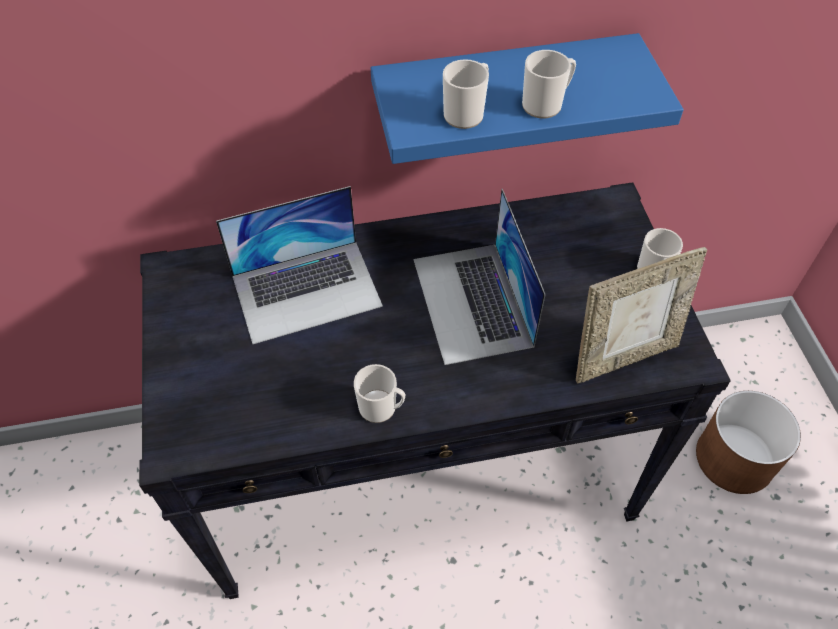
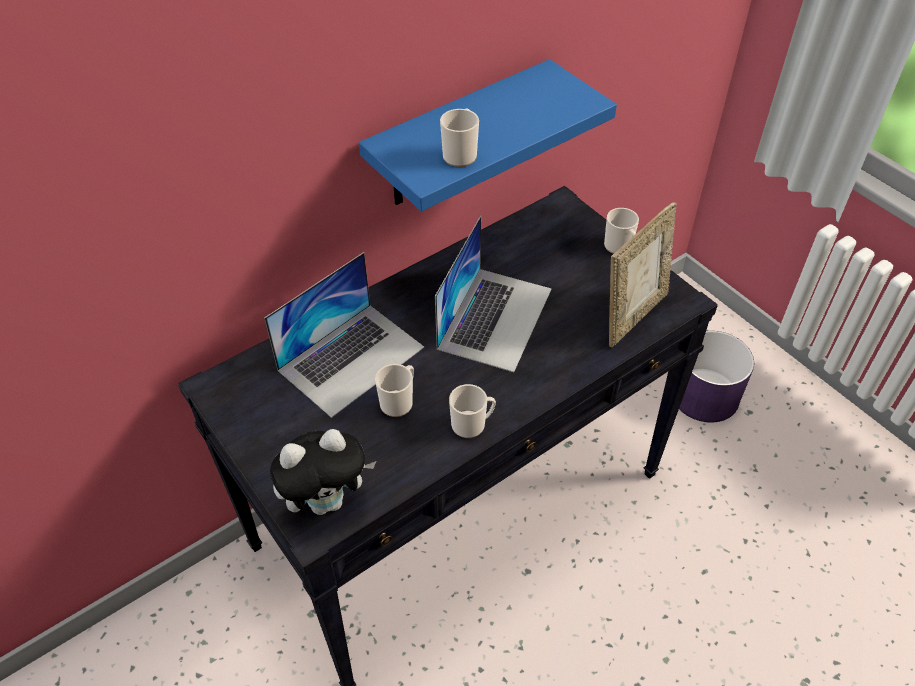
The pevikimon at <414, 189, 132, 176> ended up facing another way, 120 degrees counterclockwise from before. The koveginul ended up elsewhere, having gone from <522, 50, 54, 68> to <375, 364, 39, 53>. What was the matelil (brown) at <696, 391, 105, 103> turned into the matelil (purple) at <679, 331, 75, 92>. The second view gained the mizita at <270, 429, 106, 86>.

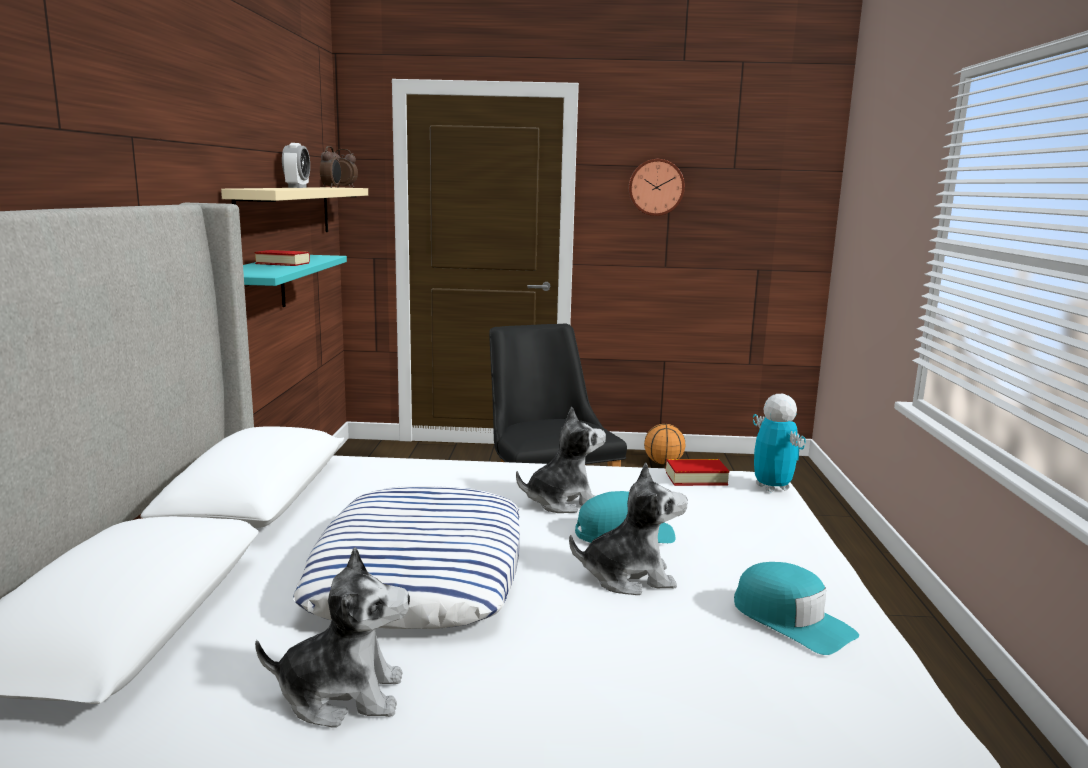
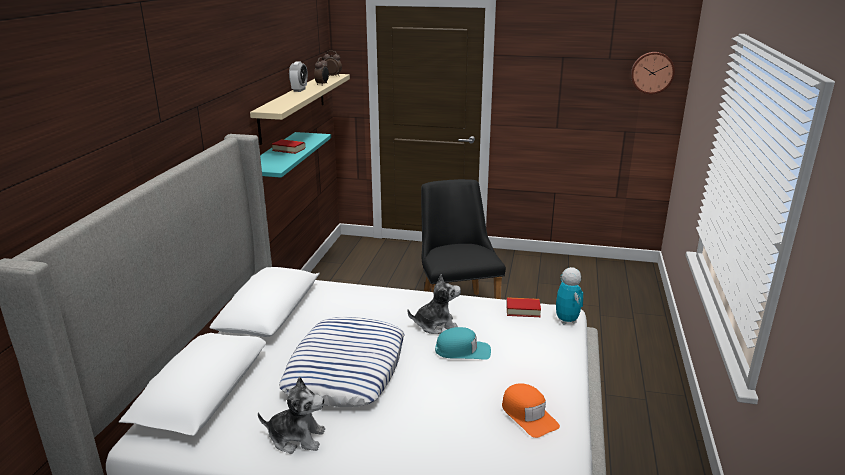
The second view lost the mizita at <569, 463, 119, 132>. The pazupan ended up elsewhere, having gone from <629, 159, 56, 57> to <631, 52, 44, 42>. The second view lost the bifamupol at <644, 424, 41, 41>. What was the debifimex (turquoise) at <734, 562, 125, 93> turned into the debifimex (orange) at <502, 383, 58, 55>.

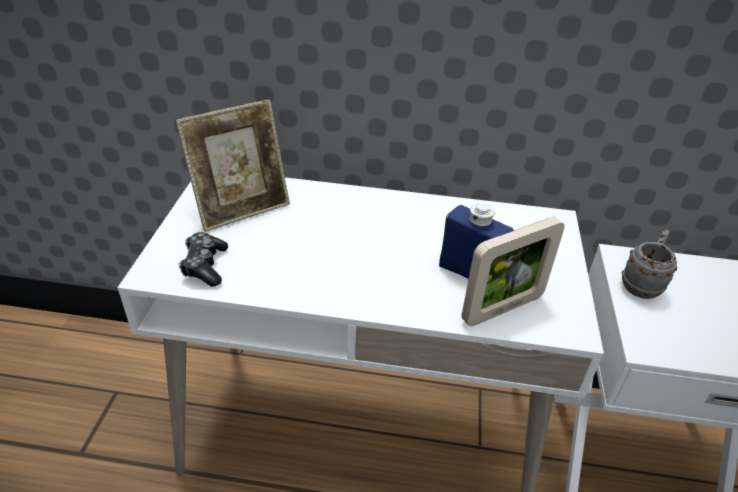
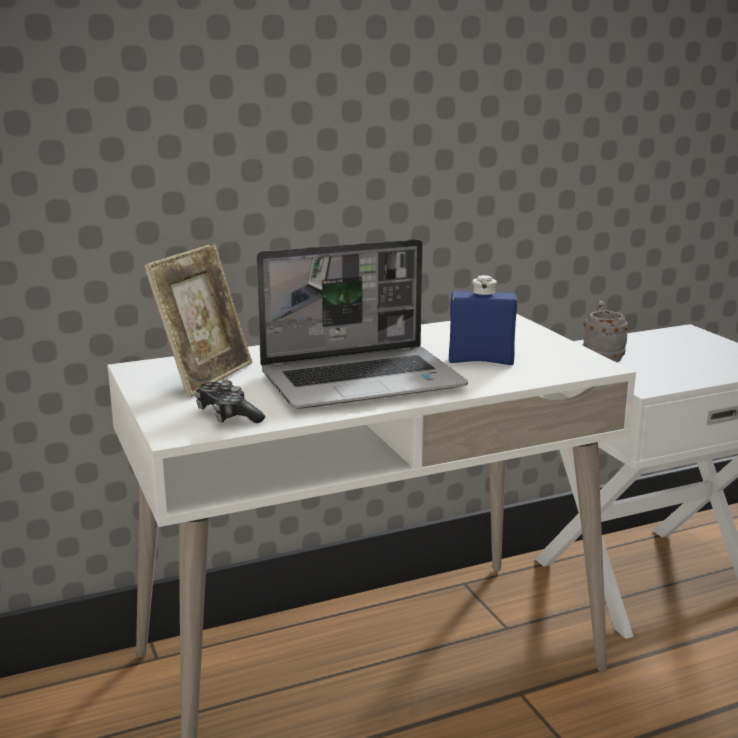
The second view lost the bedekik at <462, 217, 103, 109>. The second view gained the pevikimon at <256, 239, 212, 170>.

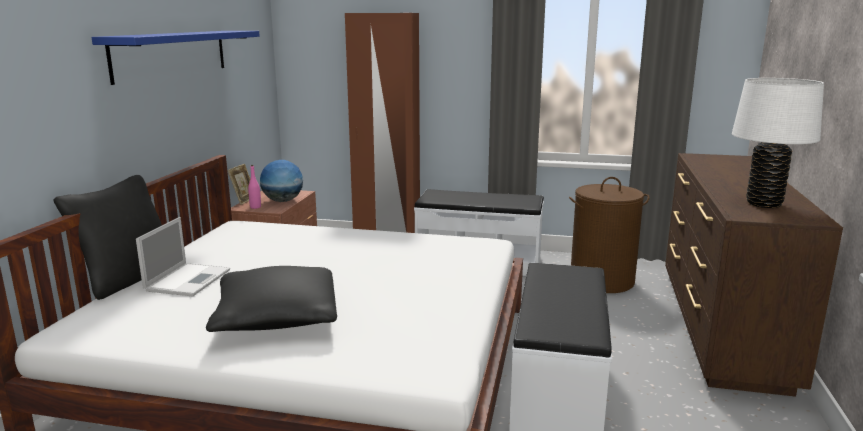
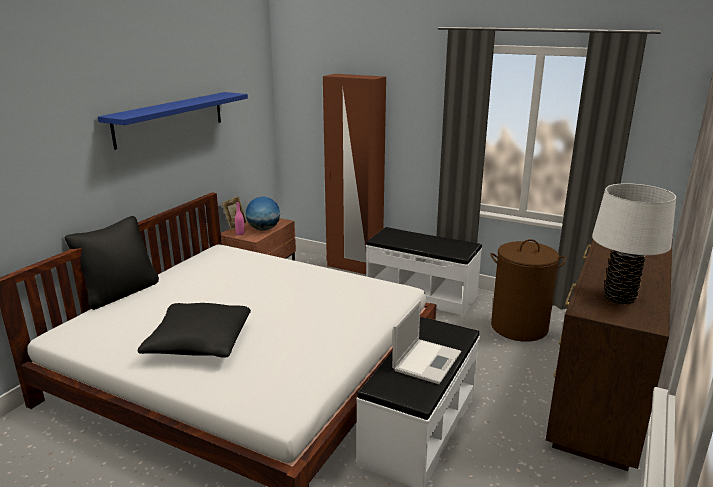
The pevikimon ended up elsewhere, having gone from <136, 217, 94, 79> to <392, 300, 69, 84>.

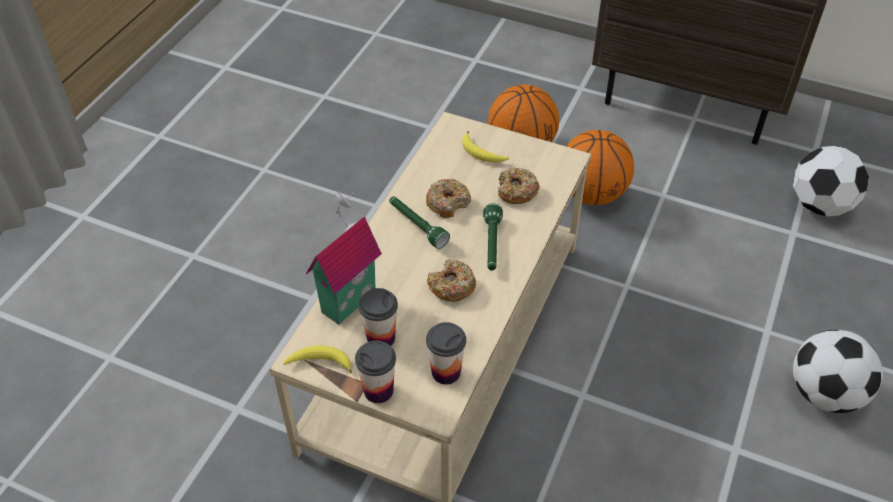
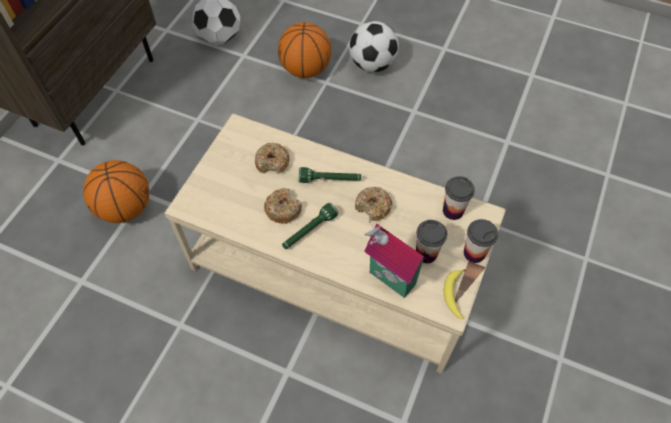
The second view lost the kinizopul at <462, 131, 47, 31>. The bifamupol ended up elsewhere, having gone from <566, 130, 68, 75> to <278, 22, 53, 56>.

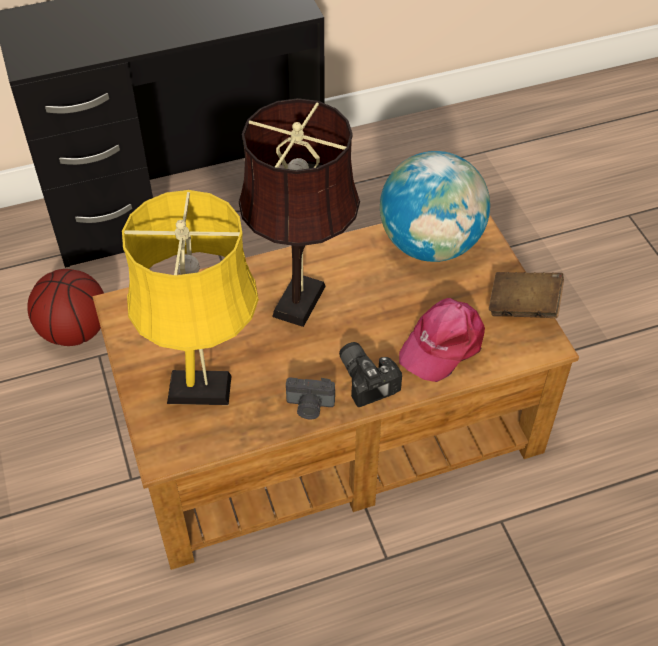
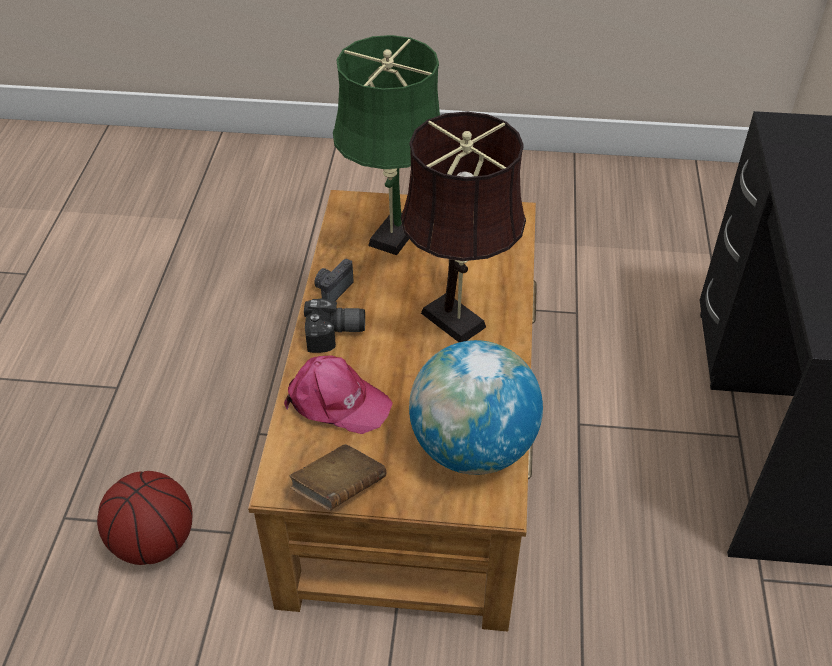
The bifamupol ended up elsewhere, having gone from <27, 269, 77, 77> to <97, 471, 96, 94>. What was the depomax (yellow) at <122, 190, 137, 215> turned into the depomax (green) at <333, 35, 107, 220>. The debifimex (pink) at <399, 298, 86, 84> ended up facing another way, 135 degrees clockwise from before.

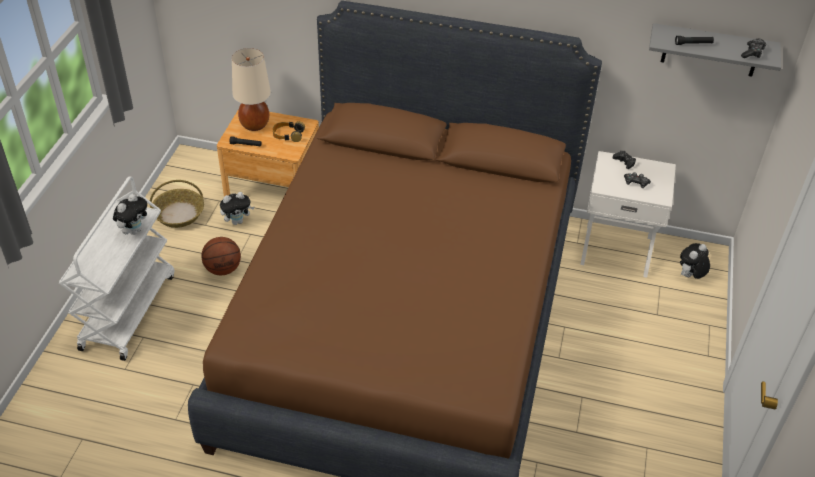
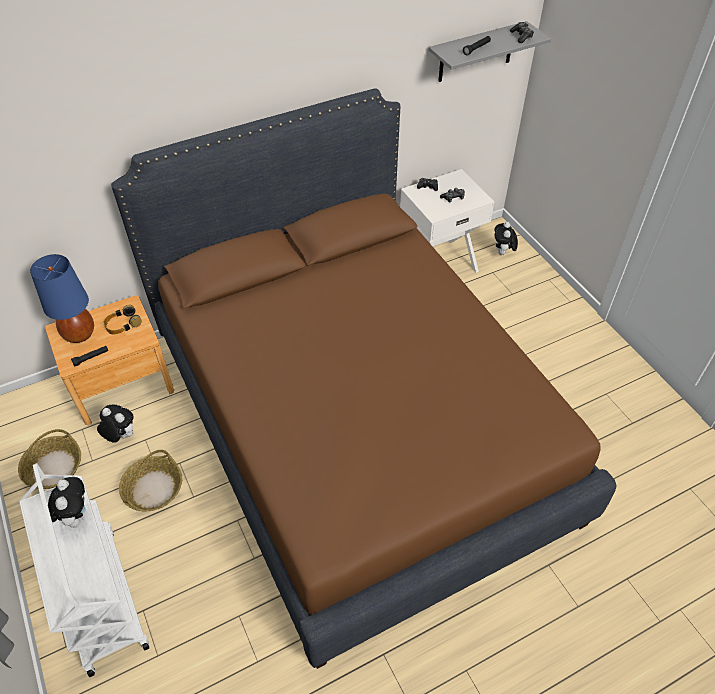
Where the bifamupol stood at <201, 237, 40, 38>, the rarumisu came to stand at <119, 450, 63, 61>. The mizita at <220, 192, 35, 33> ended up facing another way, 90 degrees counterclockwise from before. What was the depomax (beige) at <232, 48, 39, 83> turned into the depomax (blue) at <30, 254, 64, 89>.

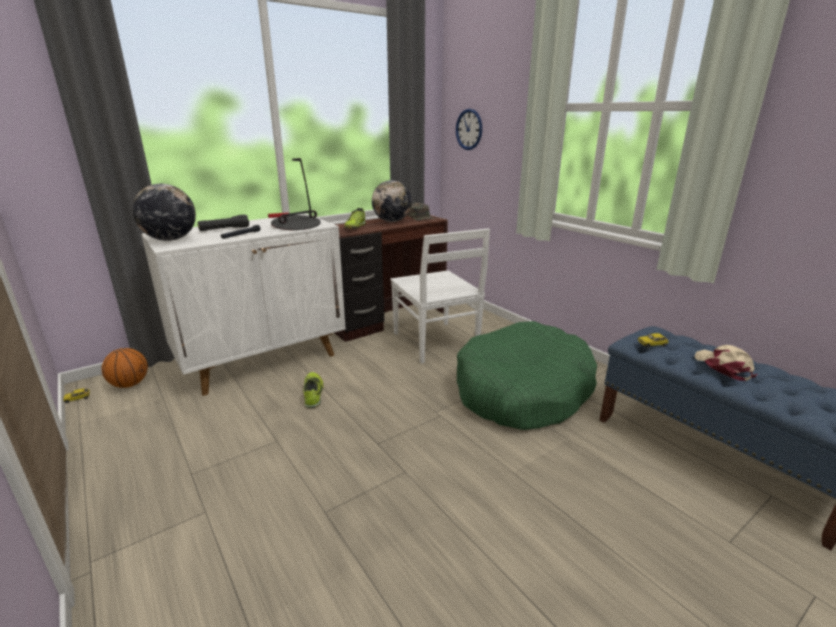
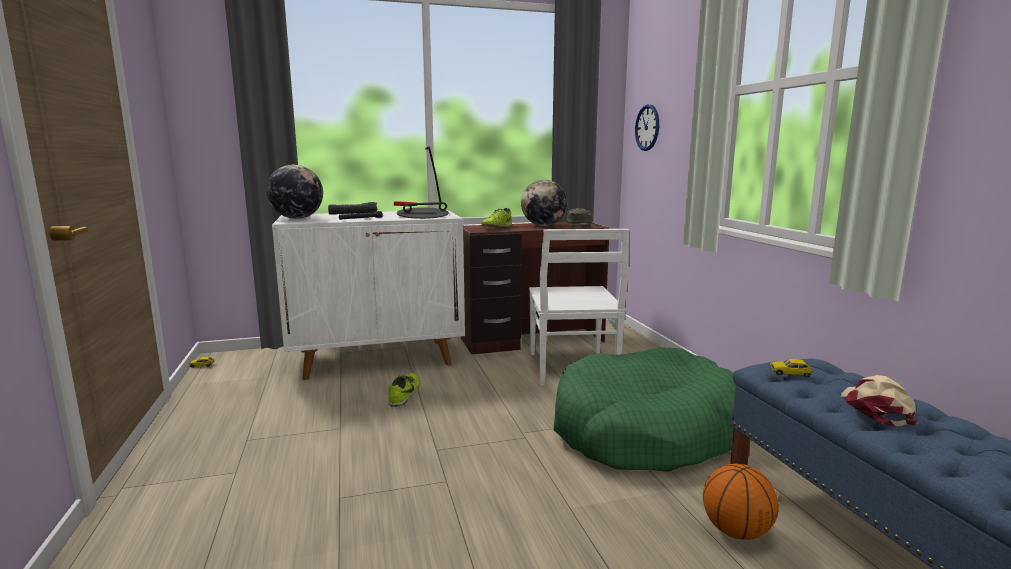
The bifamupol ended up elsewhere, having gone from <102, 348, 46, 40> to <703, 463, 76, 77>.

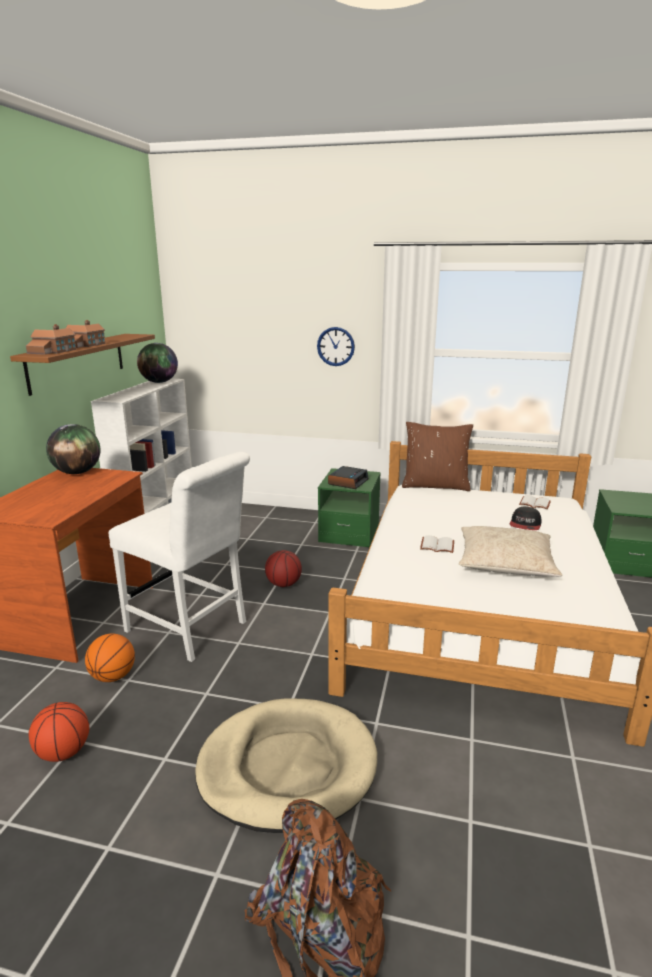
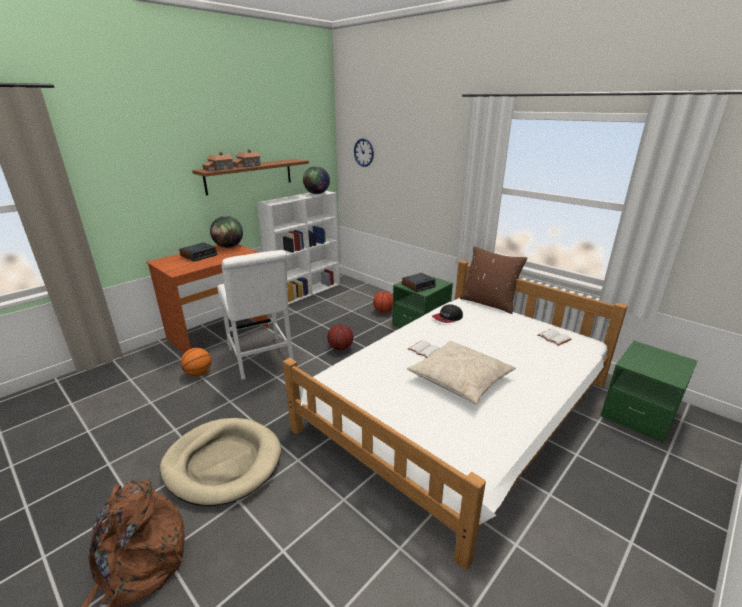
The bifamupol ended up elsewhere, having gone from <29, 702, 60, 60> to <373, 291, 20, 22>. The pazupan ended up elsewhere, having gone from <317, 327, 38, 39> to <354, 138, 20, 29>. The debifimex ended up elsewhere, having gone from <510, 507, 32, 23> to <432, 304, 31, 19>. The second view gained the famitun at <179, 243, 38, 19>.

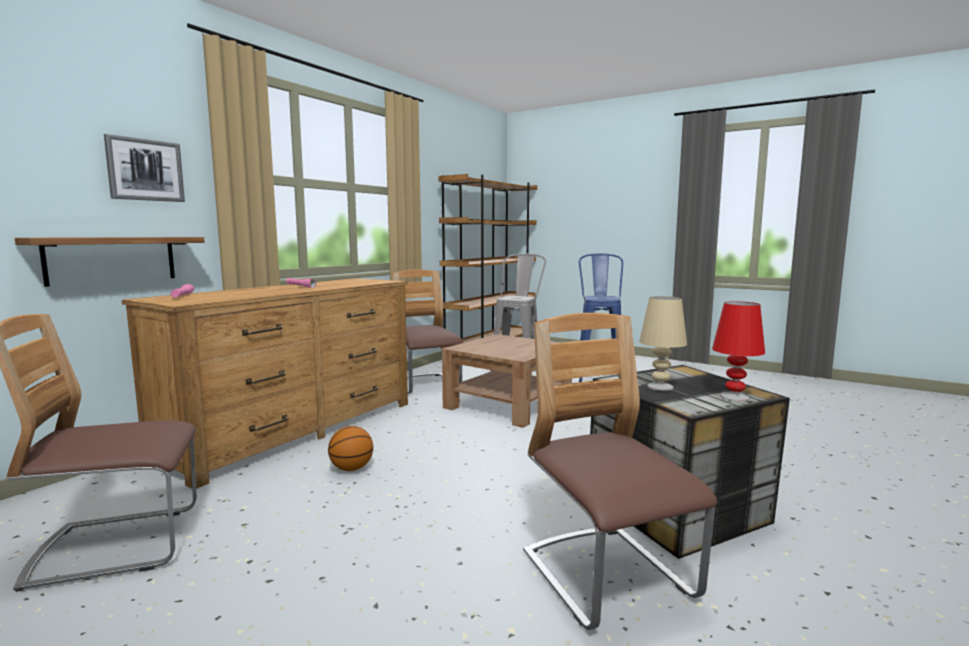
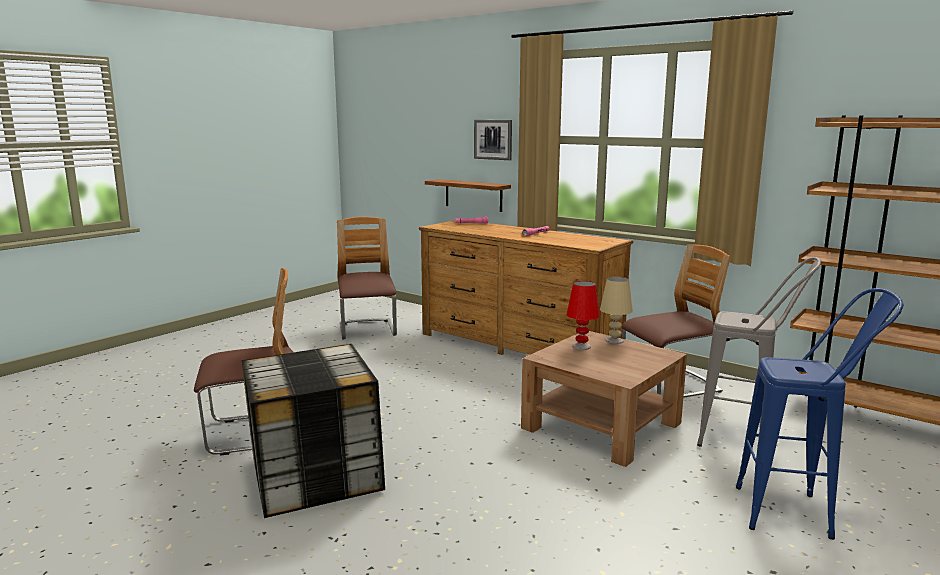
The second view lost the bifamupol at <328, 426, 45, 45>. The depomax (beige) ended up elsewhere, having gone from <639, 296, 48, 95> to <600, 277, 33, 67>. The depomax (red) ended up elsewhere, having gone from <712, 301, 53, 101> to <566, 281, 34, 69>.

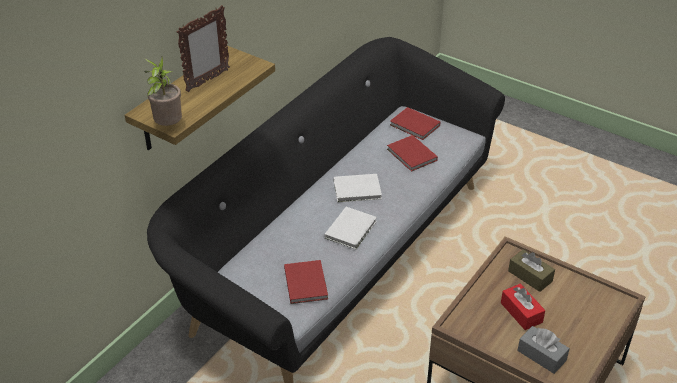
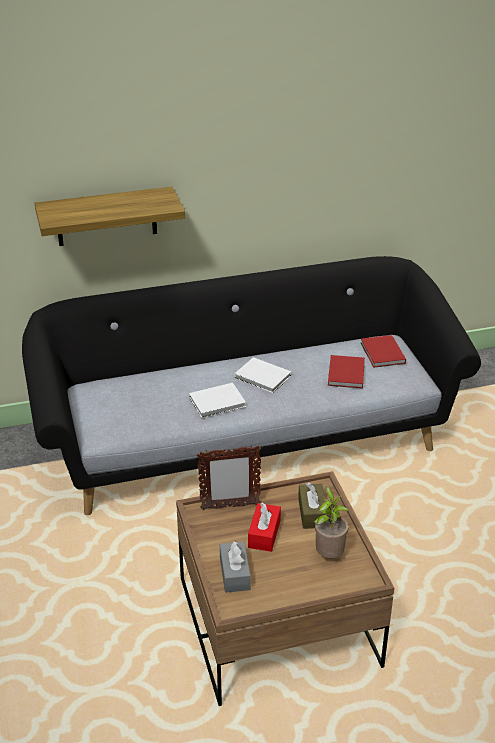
The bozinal ended up elsewhere, having gone from <144, 57, 38, 69> to <314, 487, 35, 71>. The bedekik ended up elsewhere, having gone from <177, 5, 53, 87> to <197, 445, 64, 65>. The second view lost the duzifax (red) at <284, 260, 44, 44>.

